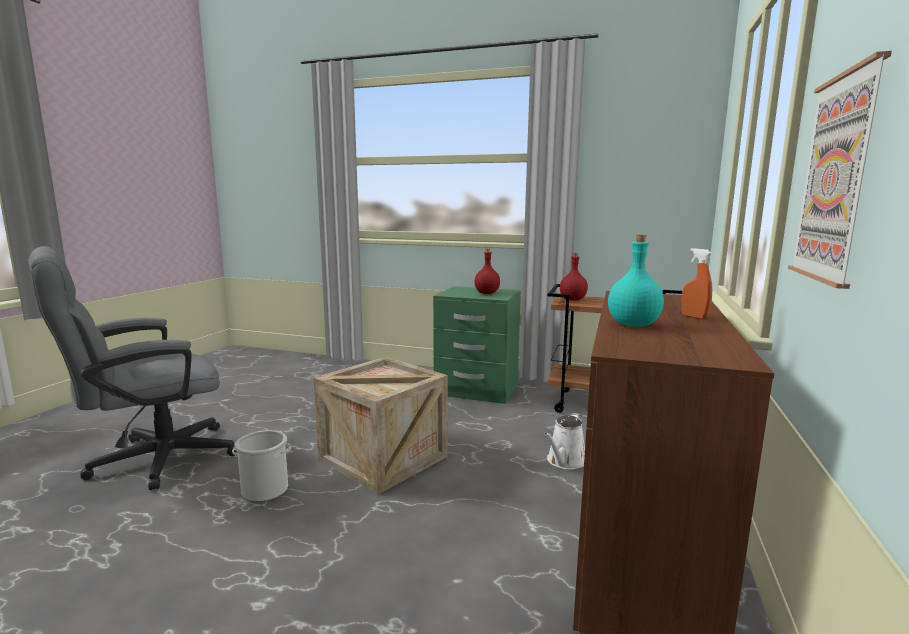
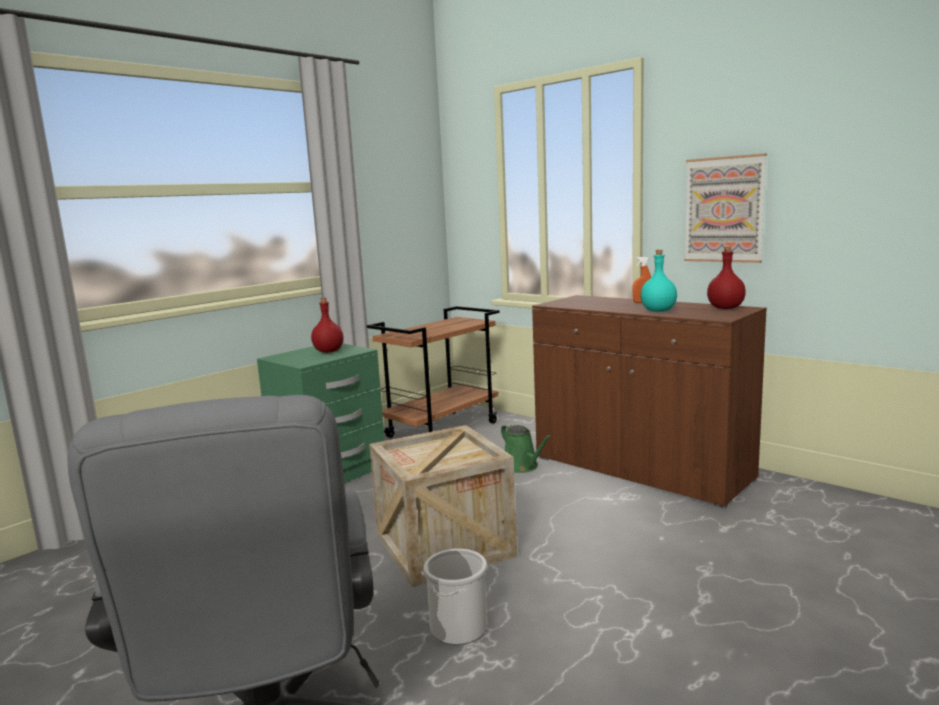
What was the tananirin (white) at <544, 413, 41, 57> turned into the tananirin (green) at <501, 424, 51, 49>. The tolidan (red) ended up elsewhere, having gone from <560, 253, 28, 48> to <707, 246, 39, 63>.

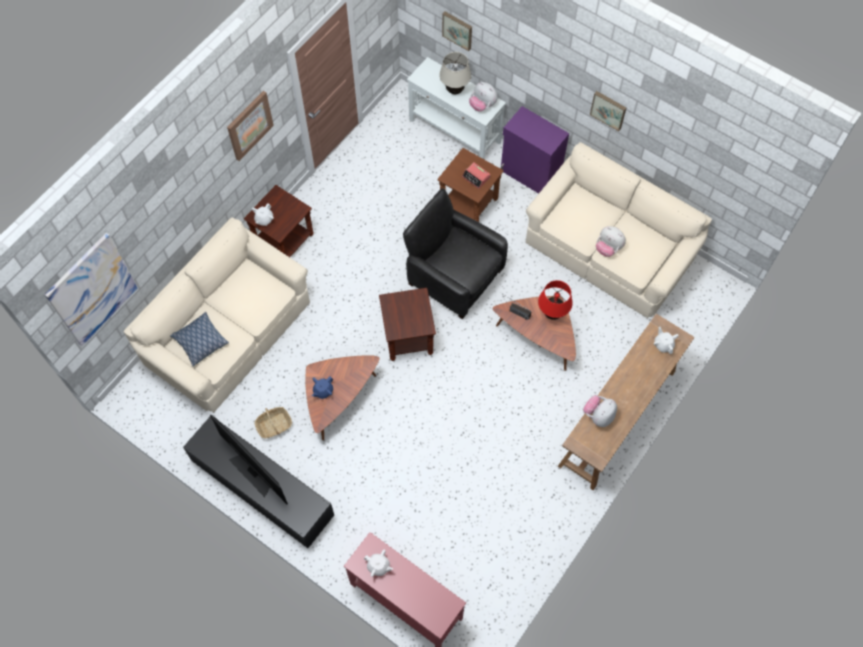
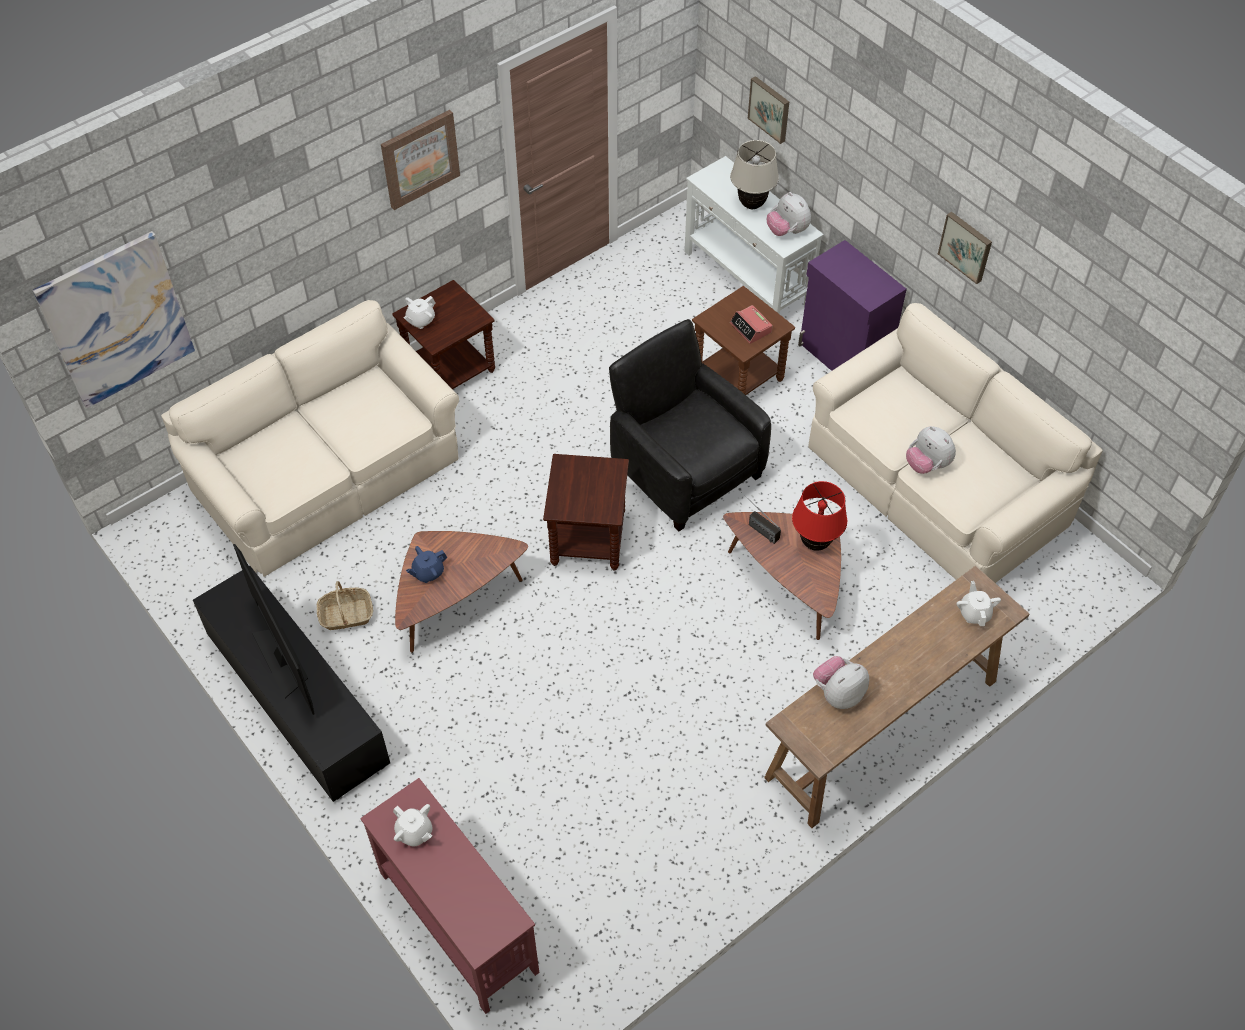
The second view lost the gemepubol at <170, 312, 59, 54>.

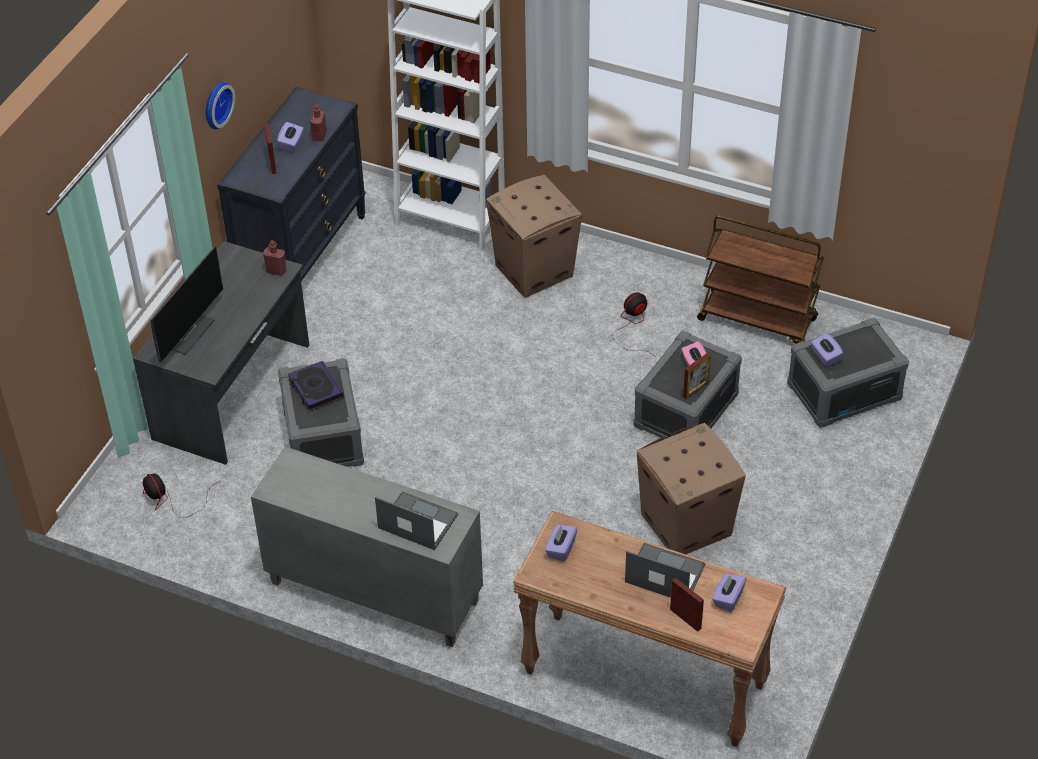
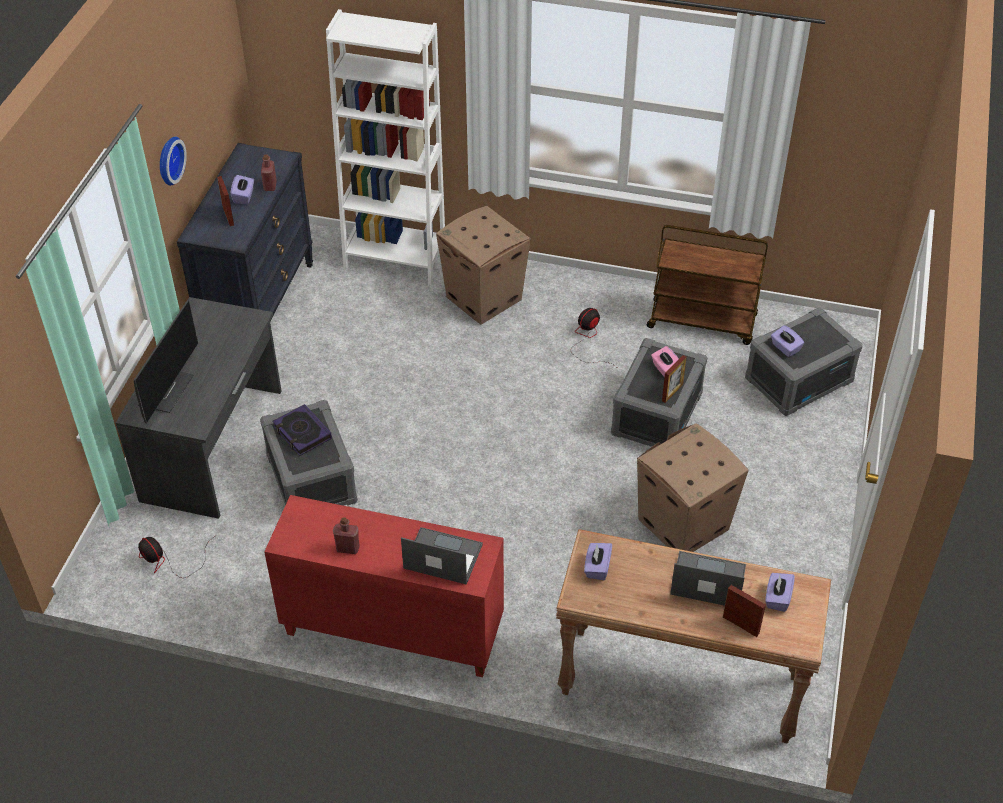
What was the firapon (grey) at <251, 447, 232, 200> turned into the firapon (red) at <264, 495, 240, 182>. The tolidan (red) ended up elsewhere, having gone from <263, 240, 23, 36> to <333, 517, 27, 37>.

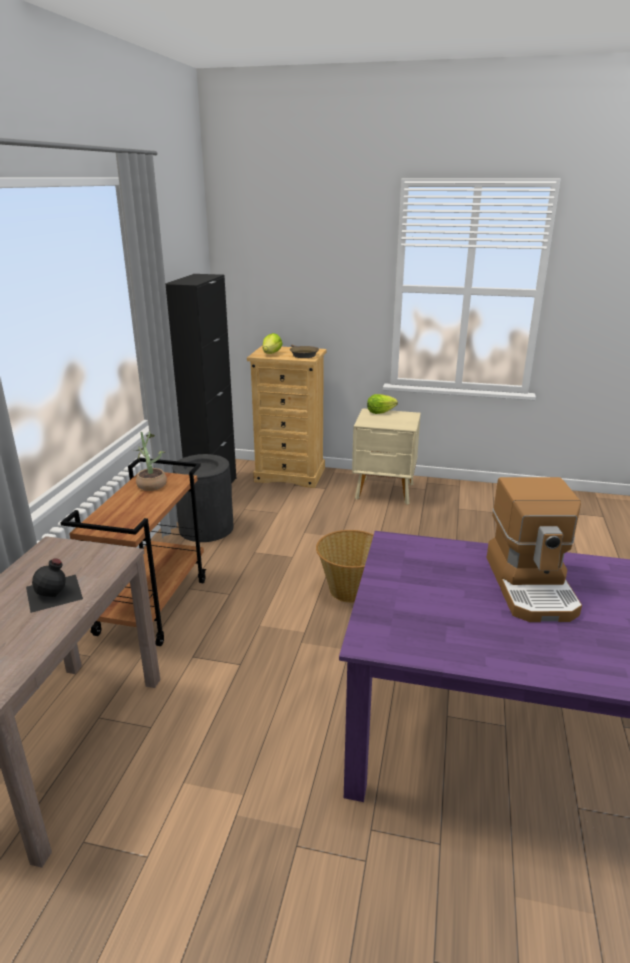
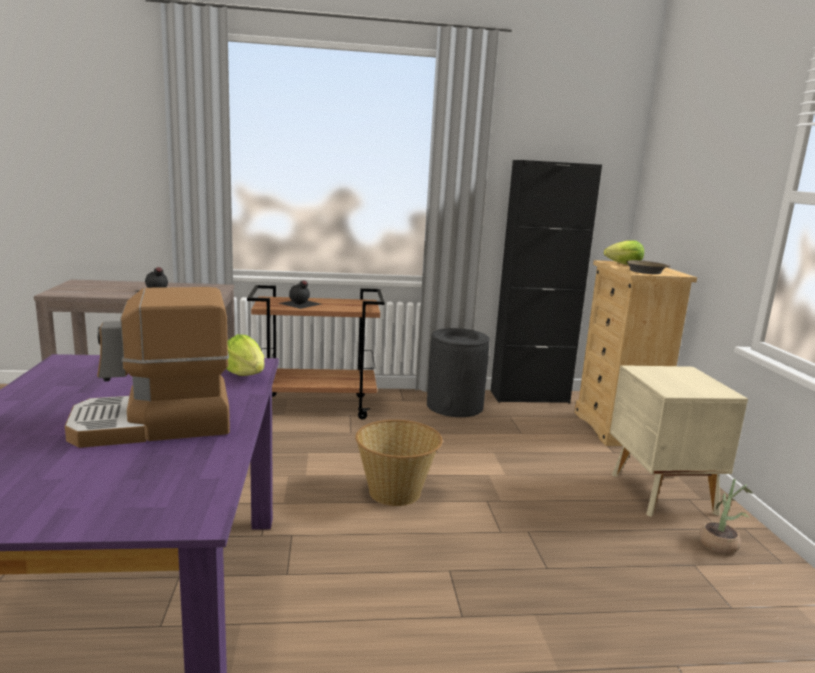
The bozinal ended up elsewhere, having gone from <136, 432, 31, 59> to <699, 479, 54, 75>. The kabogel ended up elsewhere, having gone from <367, 394, 31, 20> to <226, 334, 38, 42>. The second view gained the tolidan (black) at <279, 280, 42, 29>.

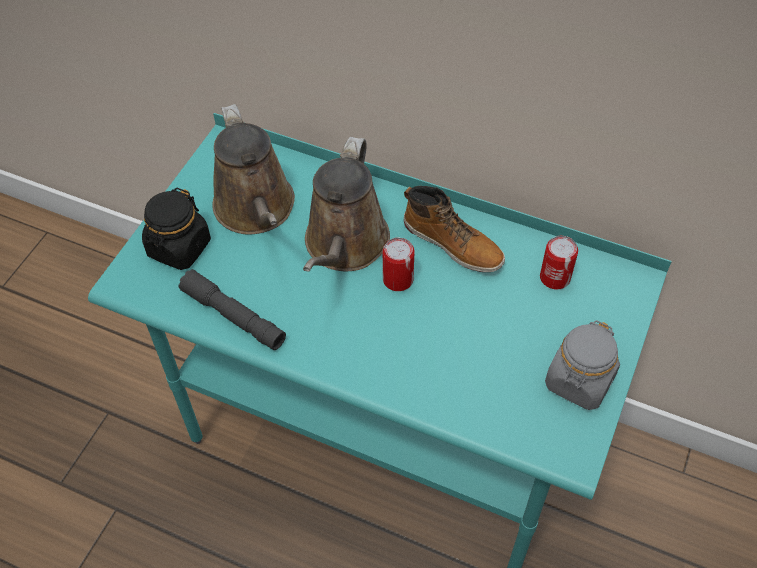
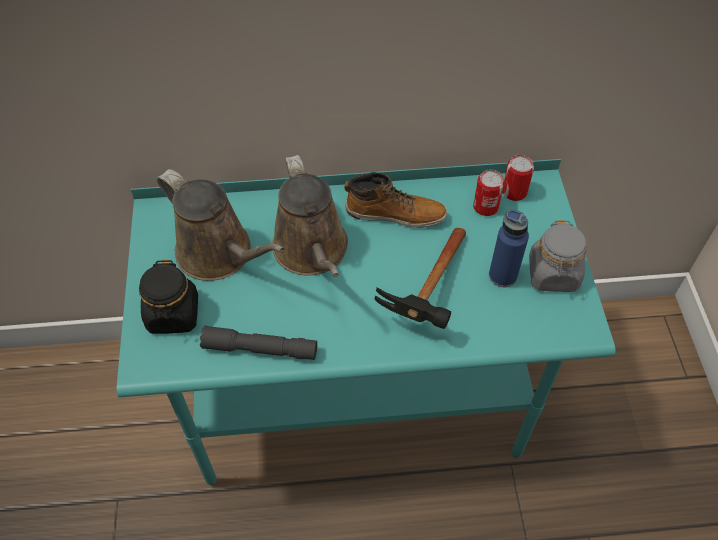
The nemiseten ended up elsewhere, having gone from <383, 238, 32, 53> to <503, 155, 31, 46>. The second view gained the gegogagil at <375, 228, 91, 101>. The second view gained the tolidan (blue) at <489, 209, 40, 78>.

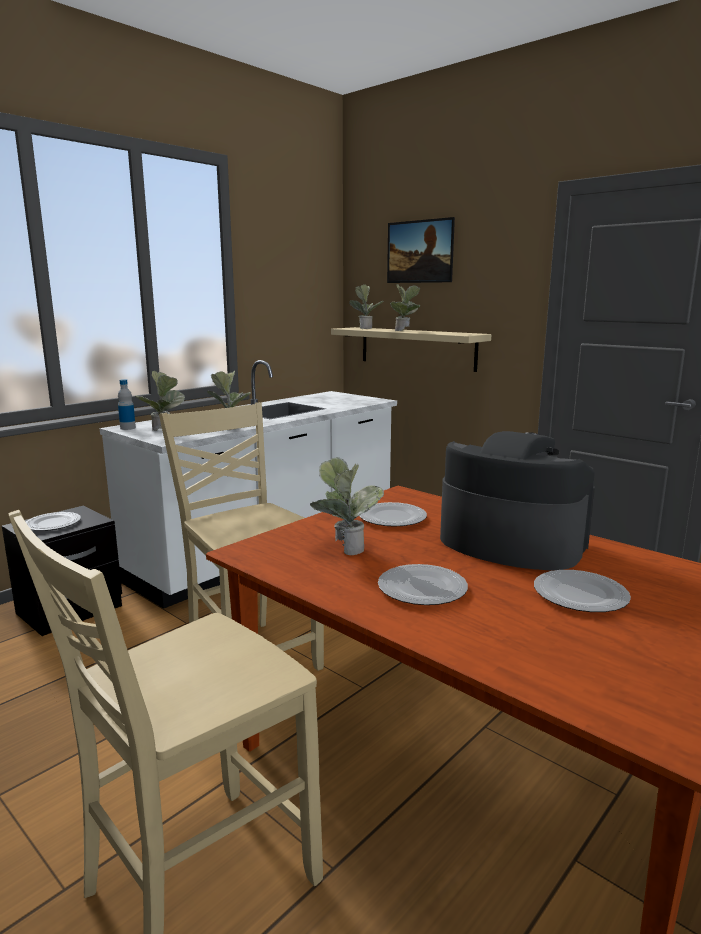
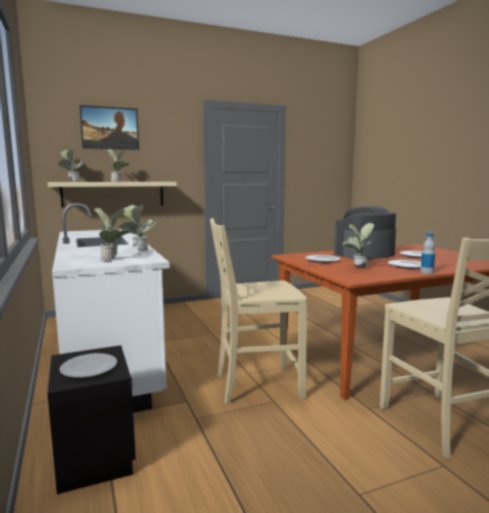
The tolidan ended up elsewhere, having gone from <118, 379, 18, 51> to <420, 233, 15, 41>.

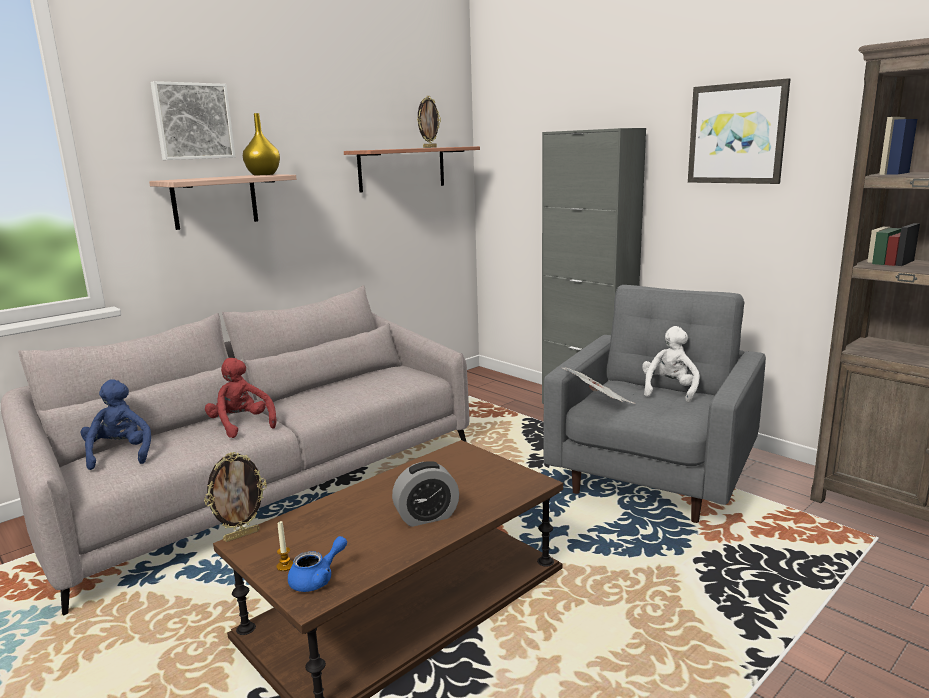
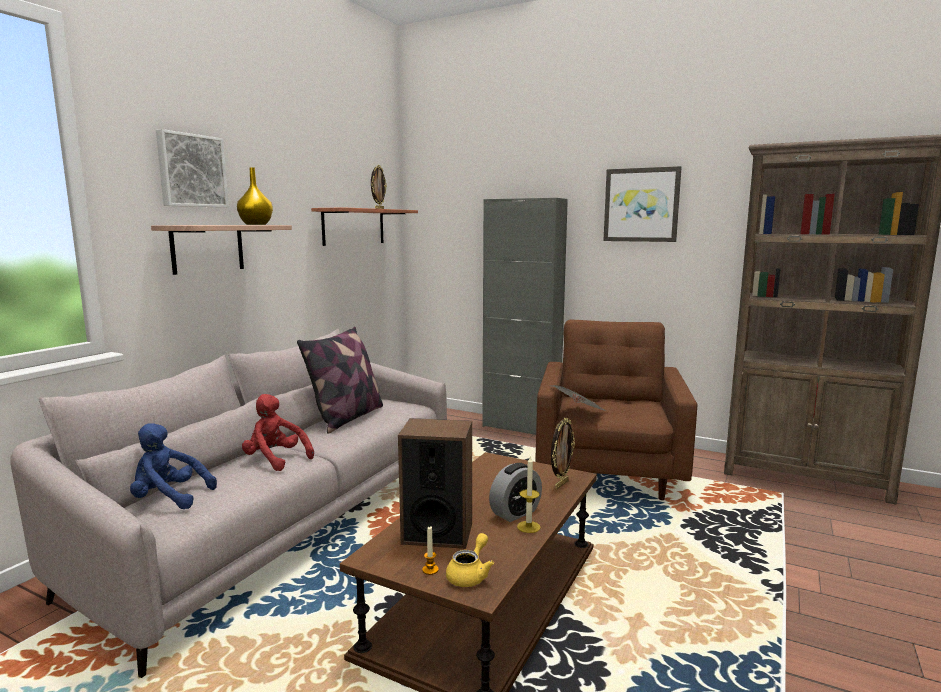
The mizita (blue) at <81, 379, 70, 91> ended up facing another way, 45 degrees counterclockwise from before. The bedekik ended up elsewhere, having gone from <204, 452, 63, 90> to <551, 418, 24, 71>. What was the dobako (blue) at <288, 536, 59, 56> turned into the dobako (yellow) at <446, 533, 48, 54>. What was the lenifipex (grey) at <543, 285, 223, 238> turned into the lenifipex (brown) at <535, 320, 162, 180>. The second view lost the mizita (white) at <642, 326, 58, 77>. The second view gained the gemepubol at <297, 327, 86, 107>. The second view gained the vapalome at <398, 418, 74, 131>. The second view gained the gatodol at <517, 455, 24, 78>.

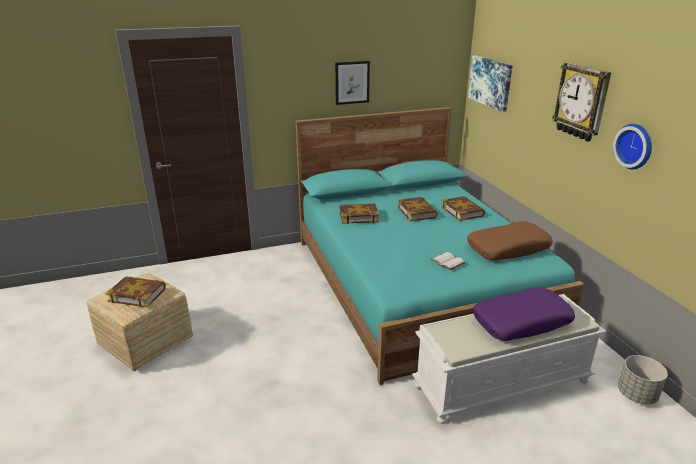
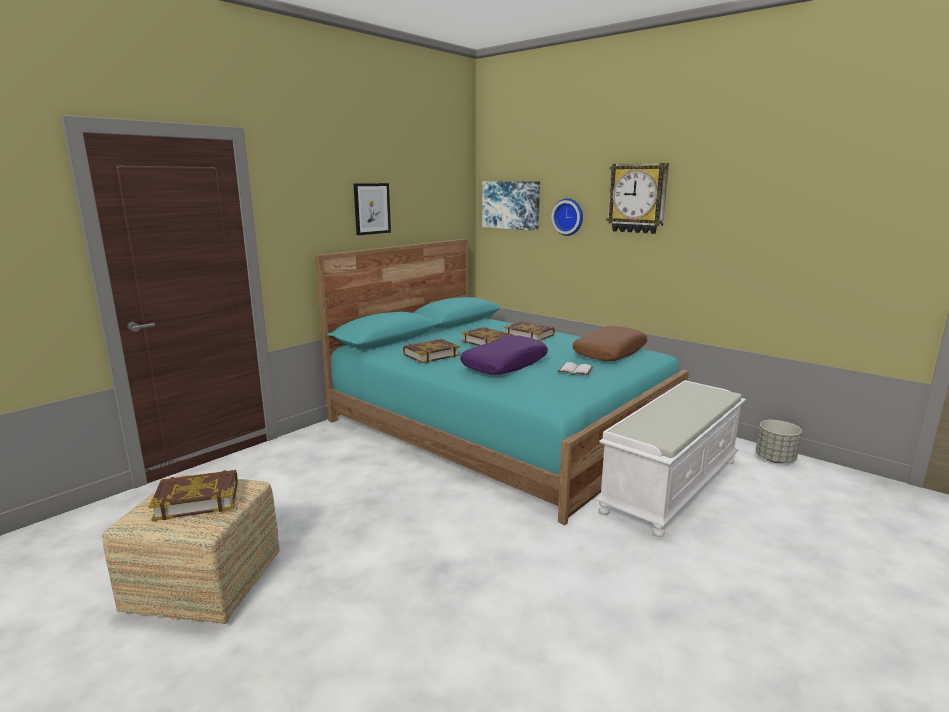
The gemepubol (purple) ended up elsewhere, having gone from <473, 287, 102, 54> to <460, 335, 88, 40>. The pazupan ended up elsewhere, having gone from <613, 124, 39, 45> to <551, 198, 32, 38>.

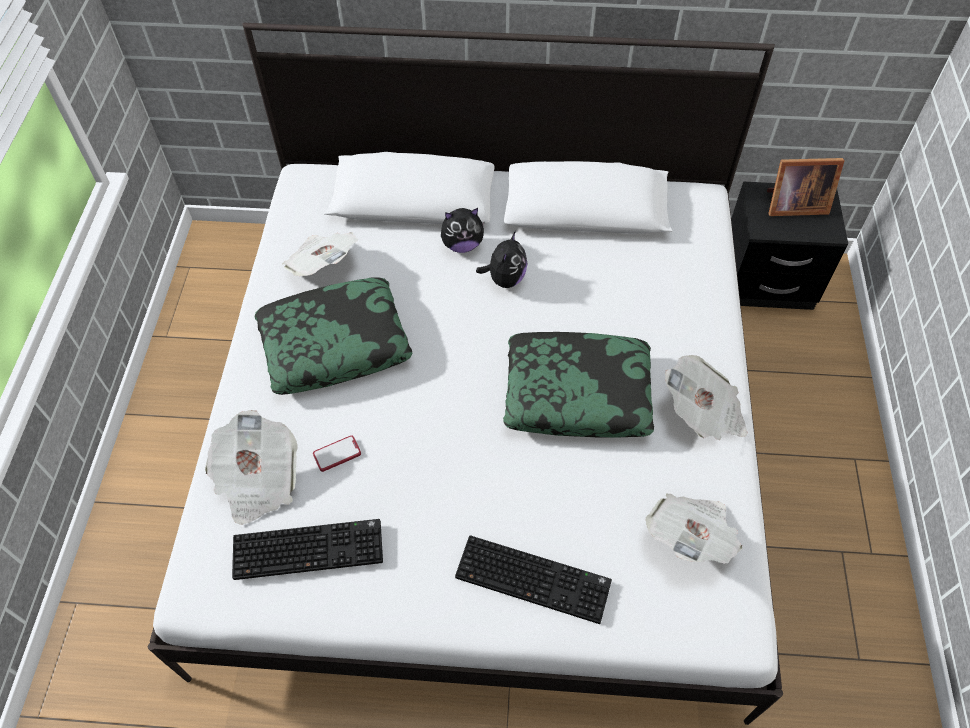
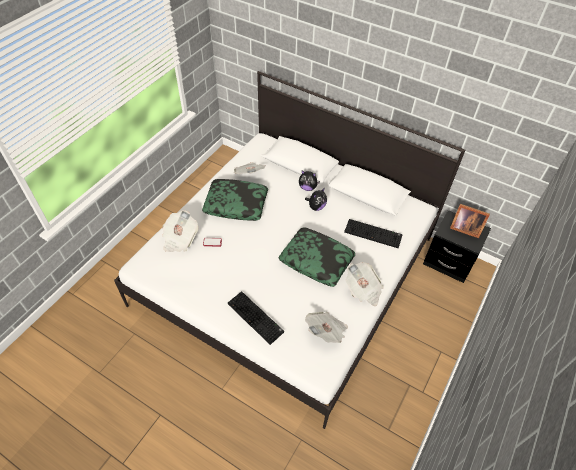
The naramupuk ended up elsewhere, having gone from <232, 519, 151, 61> to <344, 219, 59, 29>.

